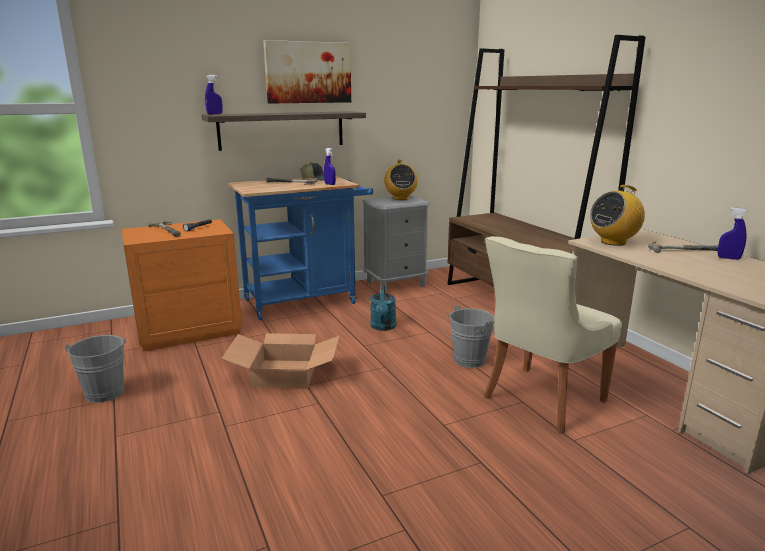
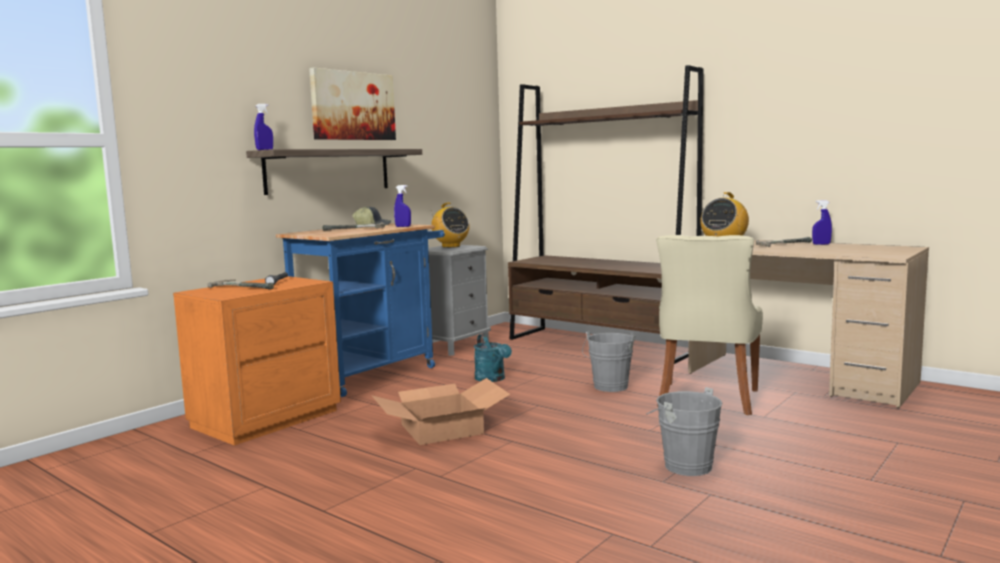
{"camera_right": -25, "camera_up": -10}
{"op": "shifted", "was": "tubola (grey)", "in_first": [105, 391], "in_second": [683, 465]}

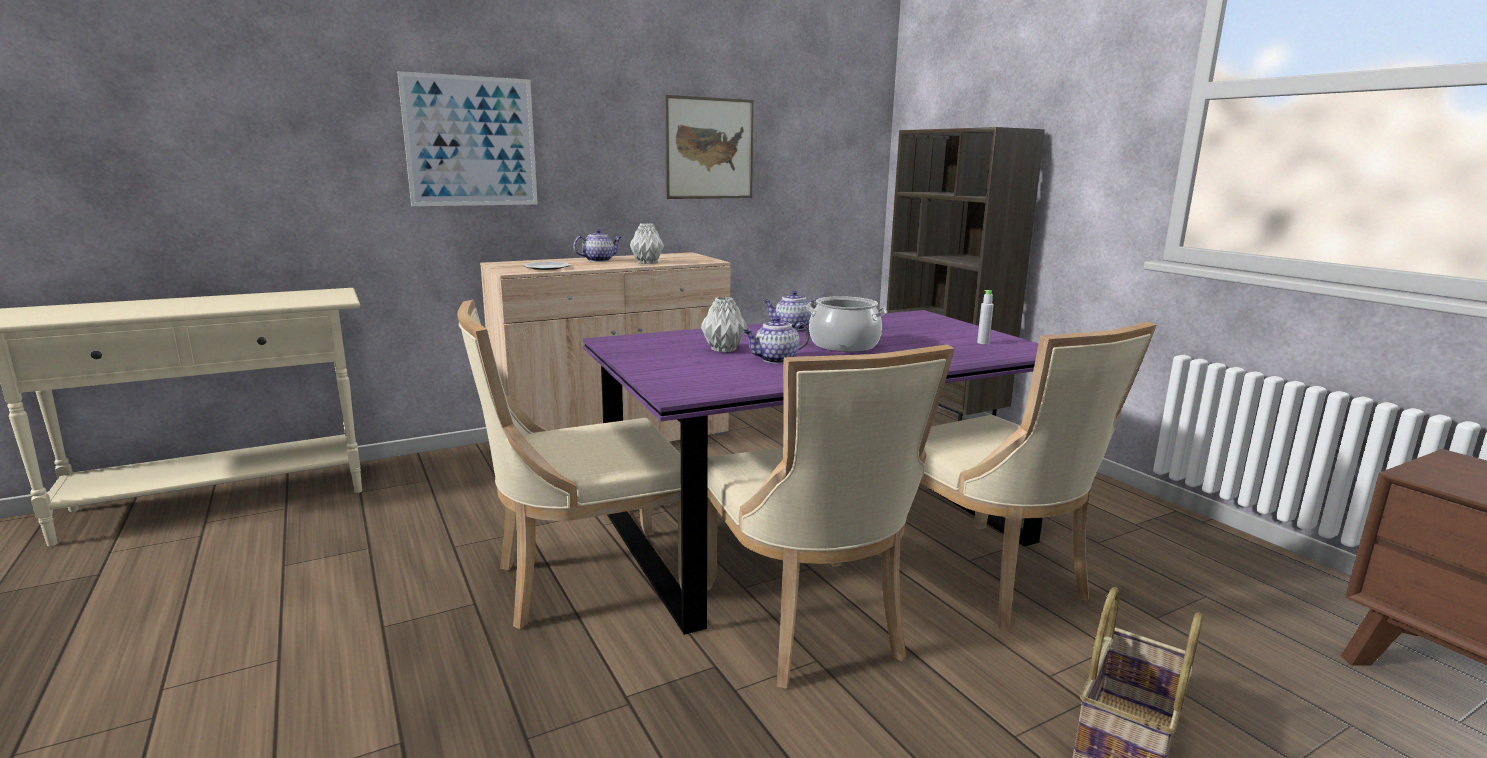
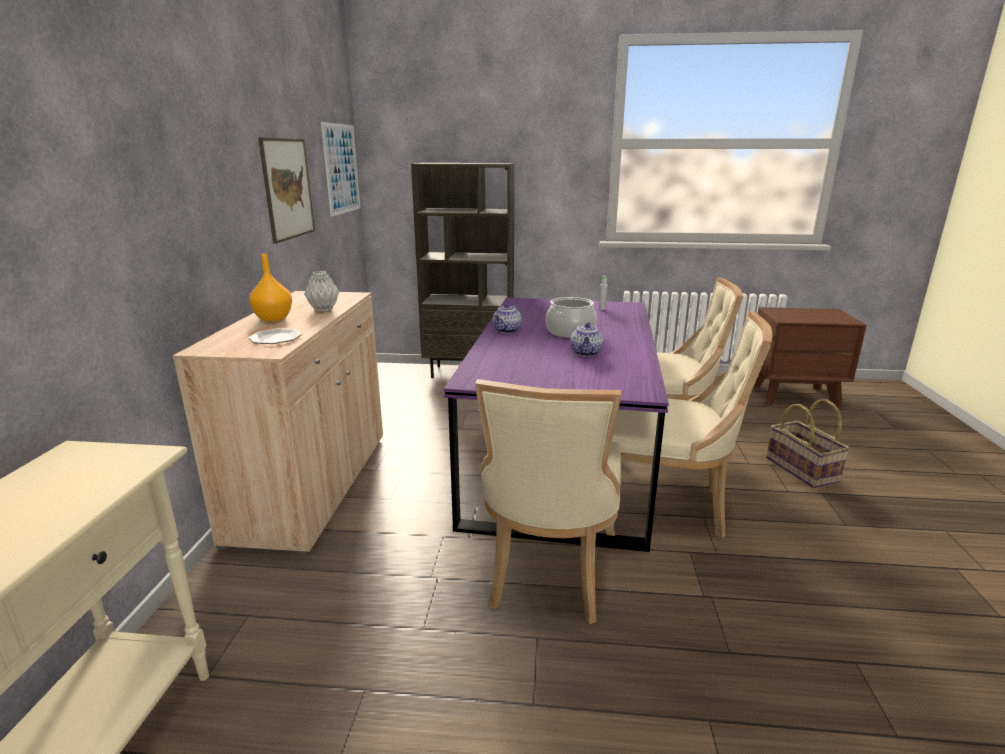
{"camera_right": -55, "camera_up": 5}
{"op": "shifted", "was": "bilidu", "in_first": [471, 141], "in_second": [341, 169]}
{"op": "swapped", "was": "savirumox", "now": "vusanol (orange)", "in_first": [599, 260], "in_second": [273, 318]}
{"op": "gone", "was": "vusanol (grey)", "in_first": [723, 349]}

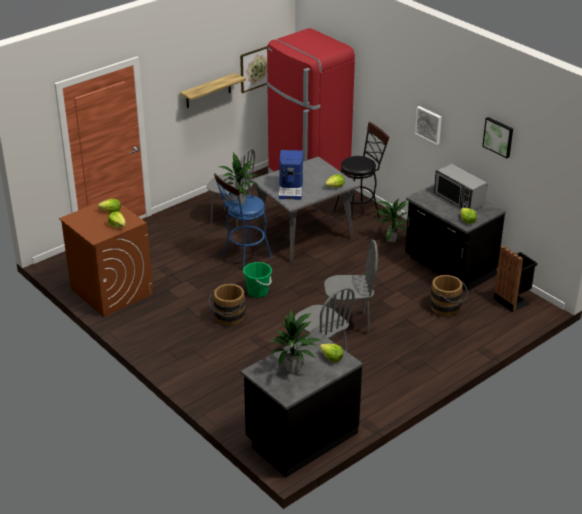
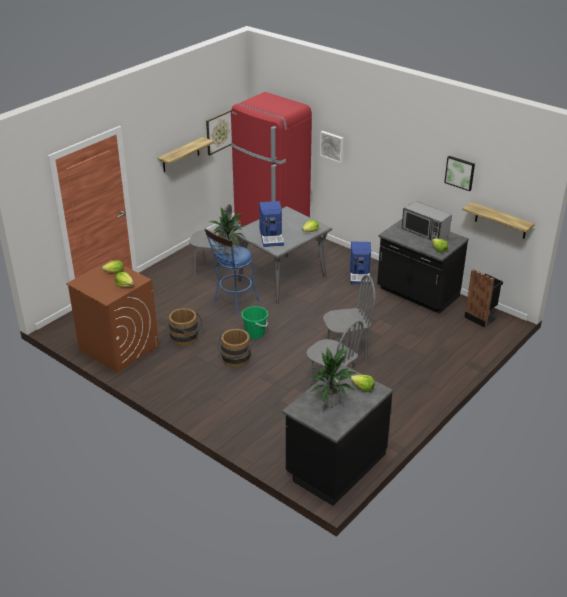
{"camera_right": -10, "camera_up": 0}
{"op": "shifted", "was": "bilidu", "in_first": [429, 124], "in_second": [332, 146]}
{"op": "gone", "was": "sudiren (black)", "in_first": [359, 213]}
{"op": "swapped", "was": "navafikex", "now": "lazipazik", "in_first": [392, 240], "in_second": [360, 275]}
{"op": "shifted", "was": "tubola (brown)", "in_first": [447, 308], "in_second": [187, 338]}
{"op": "new", "now": "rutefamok", "in_second": [500, 221]}

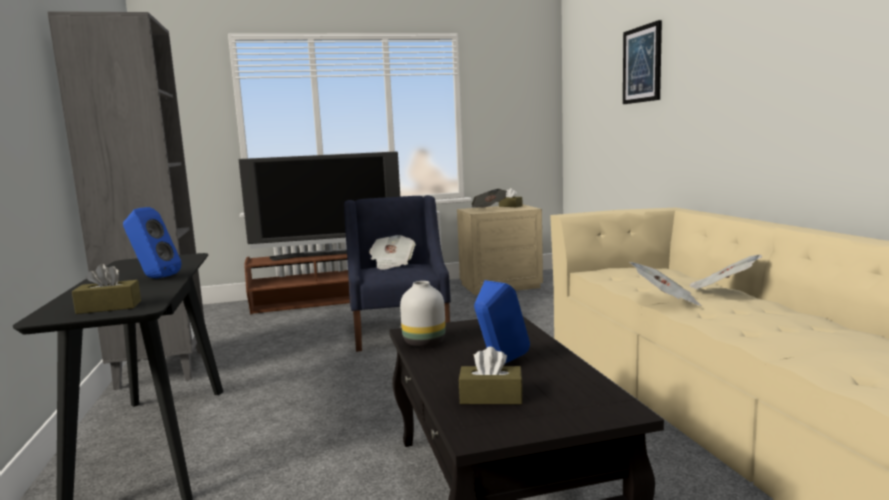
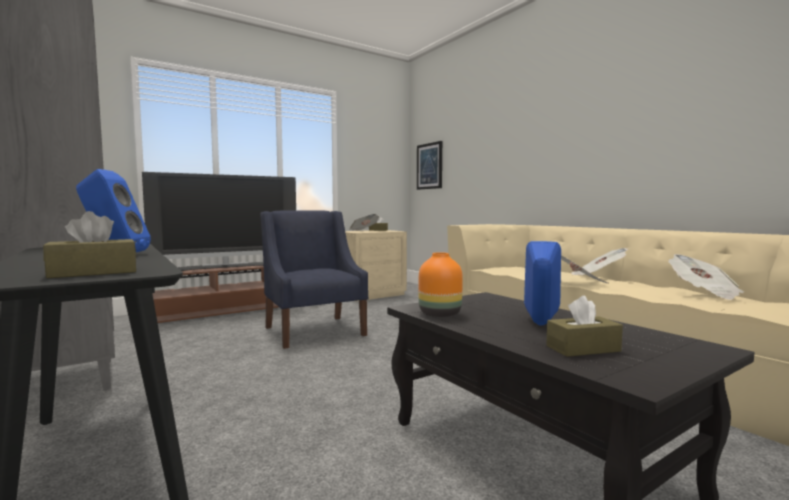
{"camera_right": -20, "camera_up": -5}
{"op": "shifted", "was": "bilidu", "in_first": [642, 64], "in_second": [429, 166]}
{"op": "shifted", "was": "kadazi", "in_first": [392, 264], "in_second": [704, 293]}
{"op": "repainted", "was": "vusanol (white)", "now": "vusanol (orange)", "in_first": [425, 342], "in_second": [440, 314]}

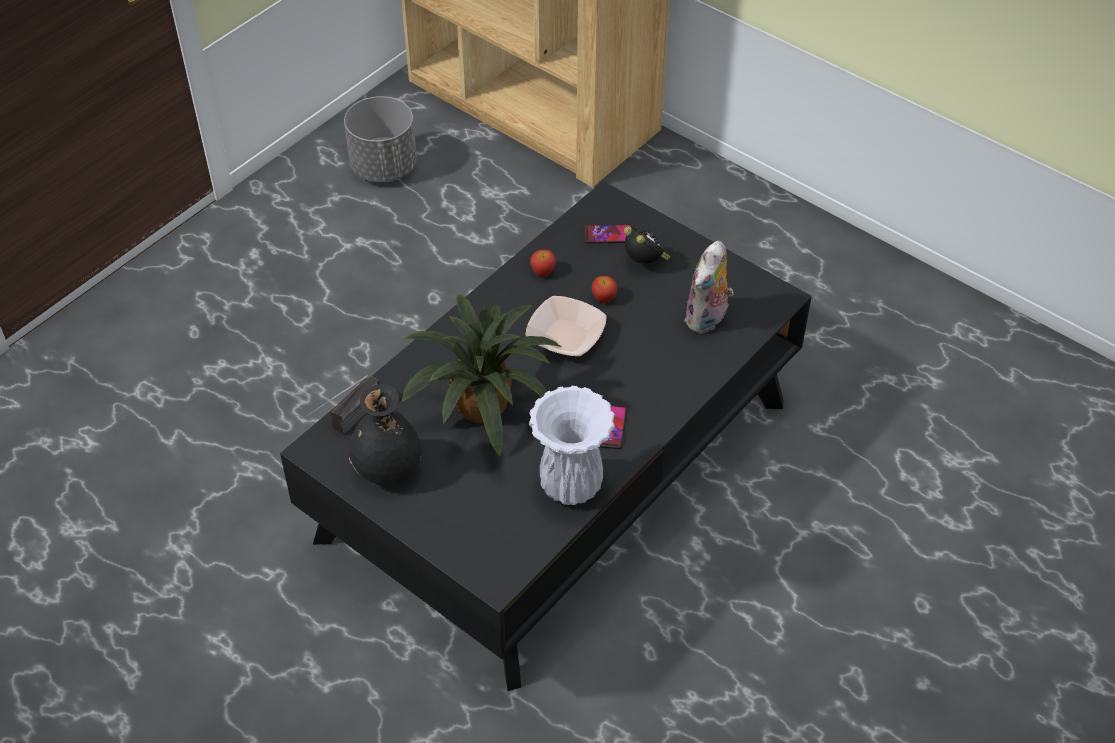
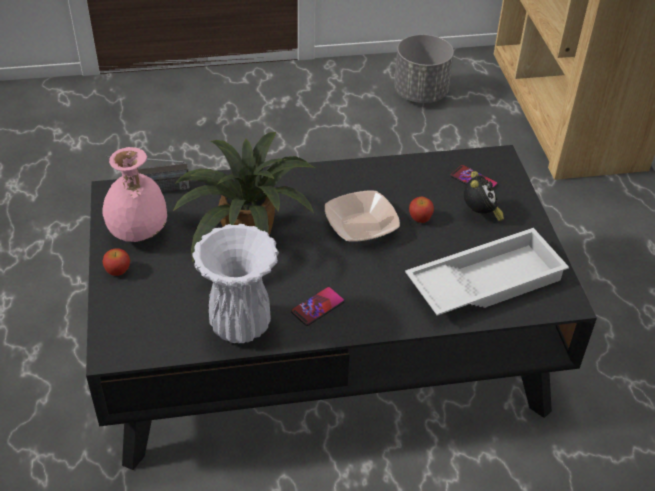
{"camera_right": 40, "camera_up": -5}
{"op": "swapped", "was": "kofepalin", "now": "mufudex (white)", "in_first": [707, 319], "in_second": [484, 281]}
{"op": "shifted", "was": "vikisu", "in_first": [543, 271], "in_second": [118, 271]}
{"op": "repainted", "was": "vusanol (black)", "now": "vusanol (pink)", "in_first": [387, 470], "in_second": [138, 233]}

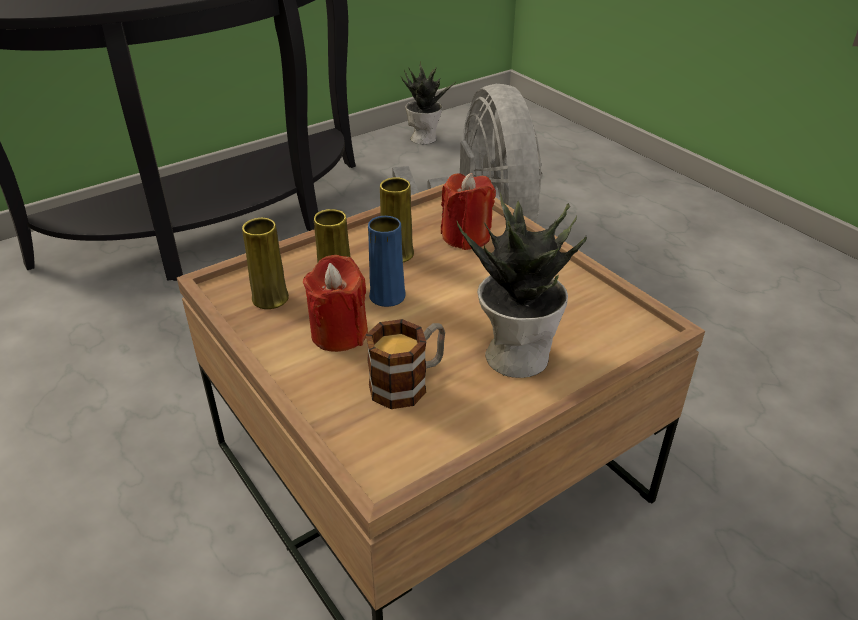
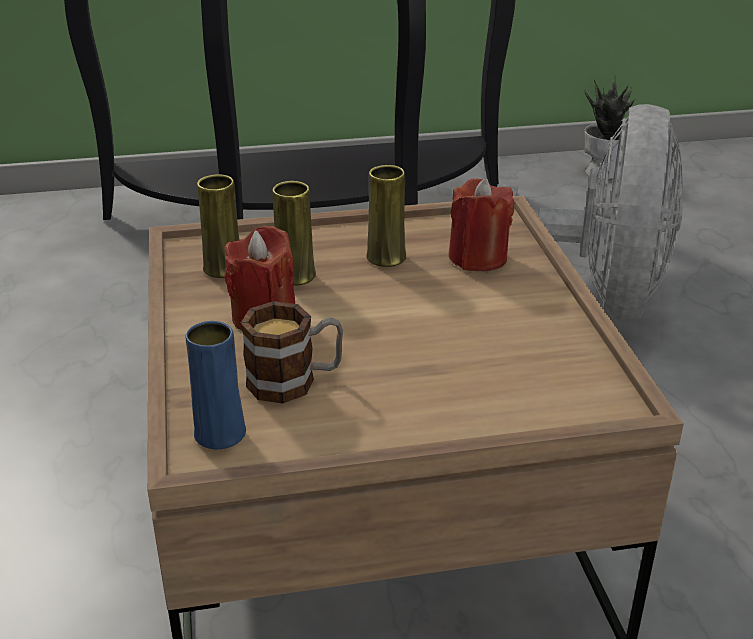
{"camera_right": 25, "camera_up": -5}
{"op": "gone", "was": "navafikex", "in_first": [516, 354]}
{"op": "shifted", "was": "vusanol (blue)", "in_first": [387, 296], "in_second": [220, 433]}

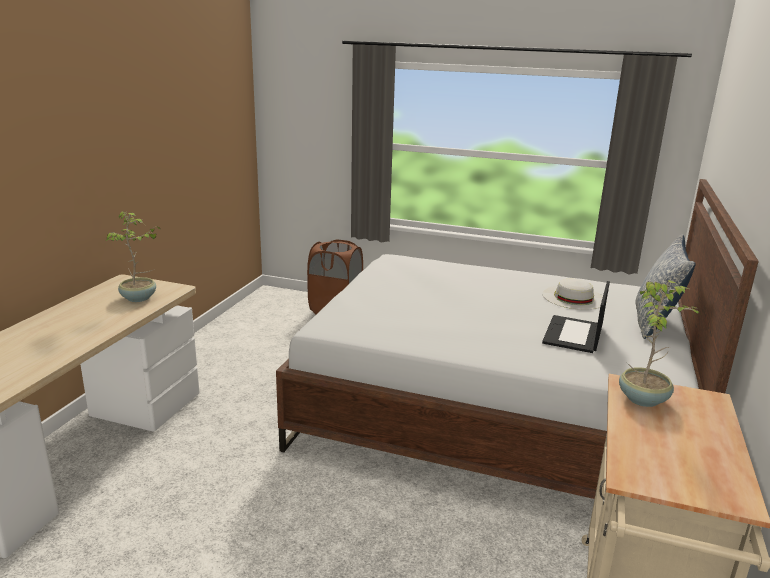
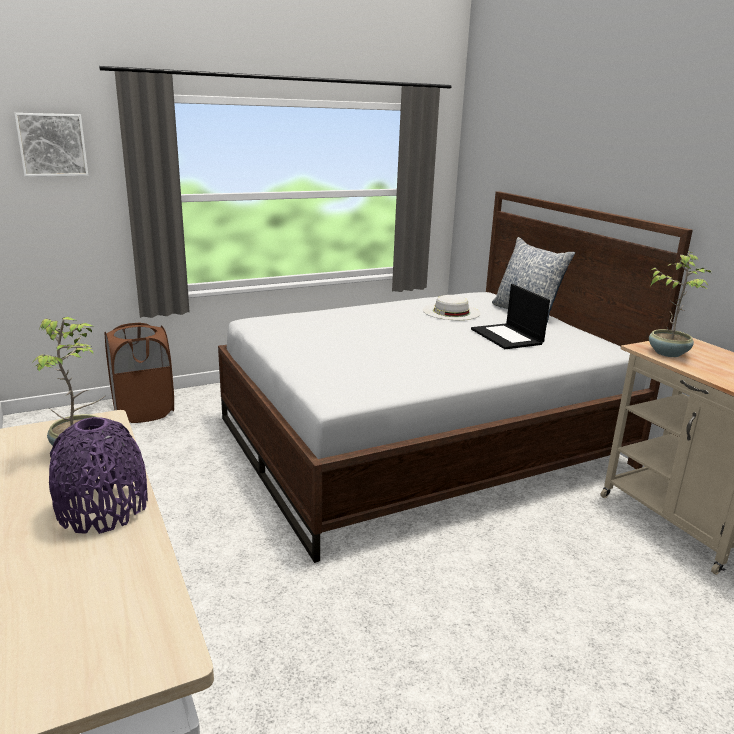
{"camera_right": -45, "camera_up": 0}
{"op": "new", "now": "bilidu", "in_second": [52, 145]}
{"op": "new", "now": "vusanol (purple)", "in_second": [102, 508]}

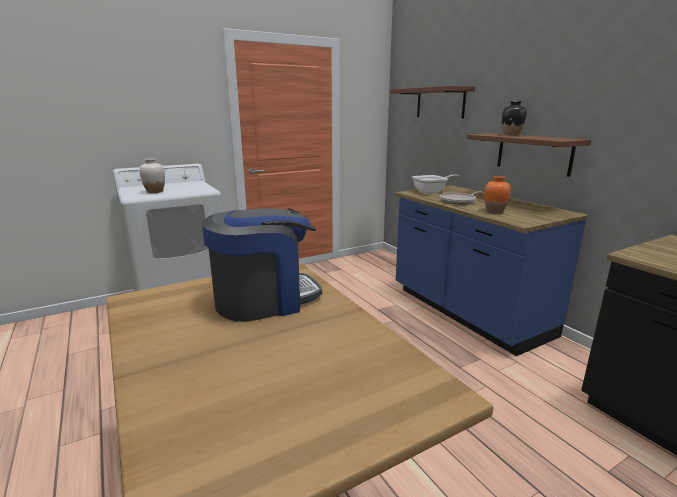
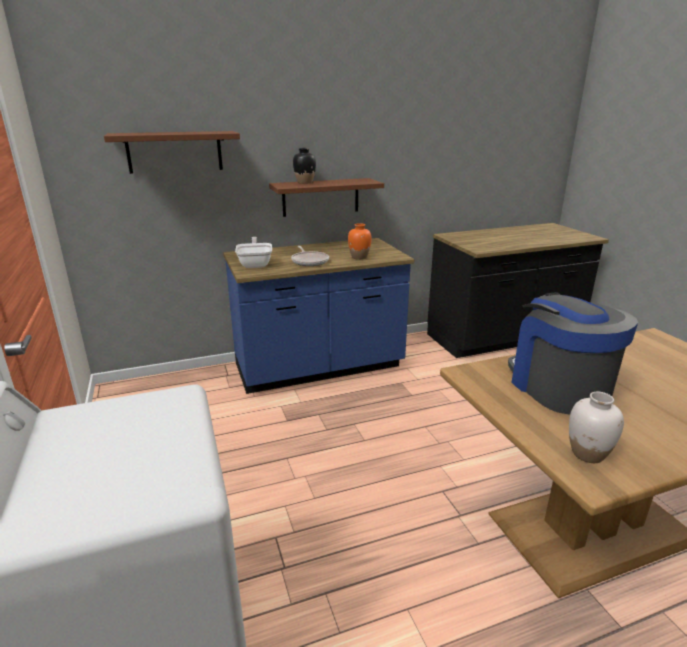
{"camera_right": -80, "camera_up": 5}
{"op": "shifted", "was": "vusanol (white)", "in_first": [155, 192], "in_second": [588, 454]}

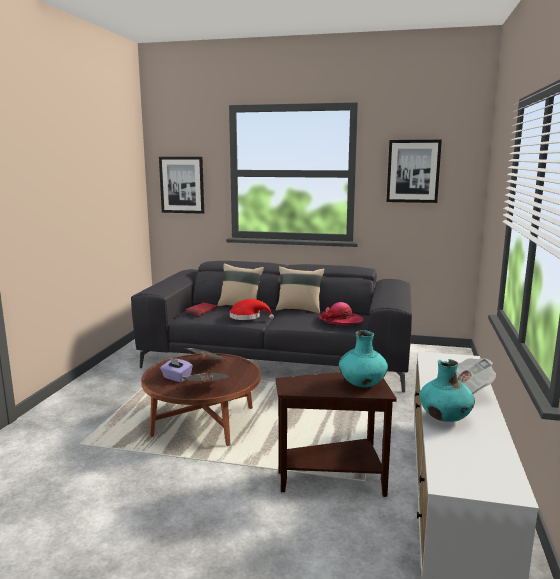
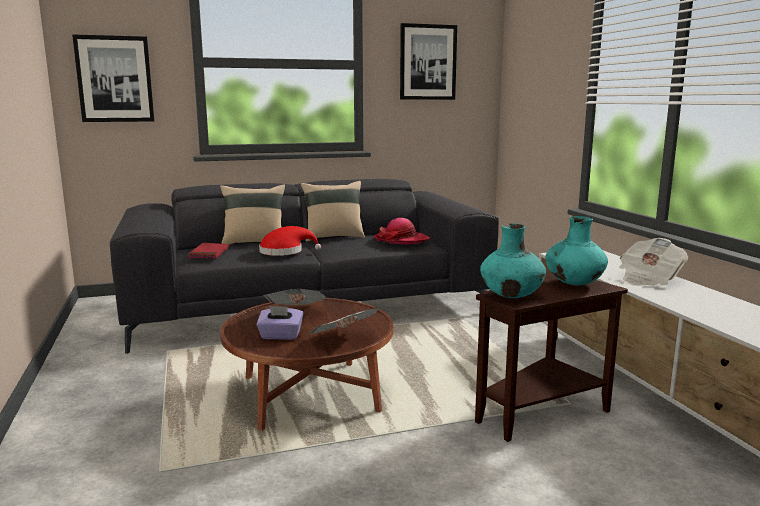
{"camera_right": -30, "camera_up": 0}
{"op": "shifted", "was": "vusanol (turquoise)", "in_first": [445, 418], "in_second": [511, 296]}

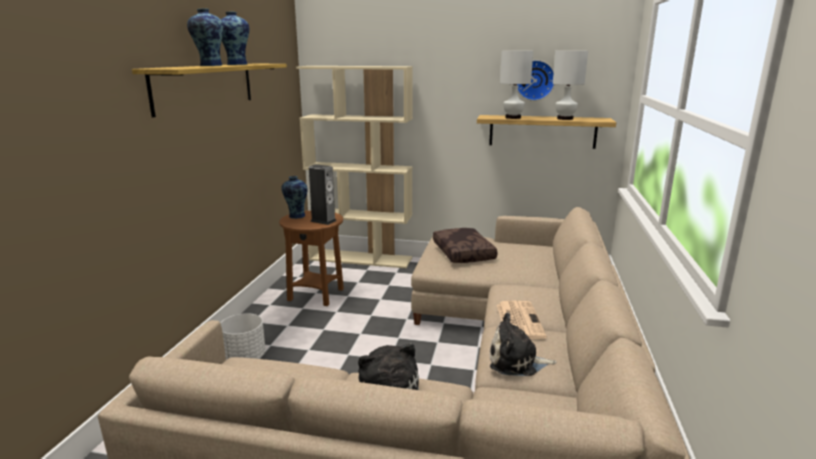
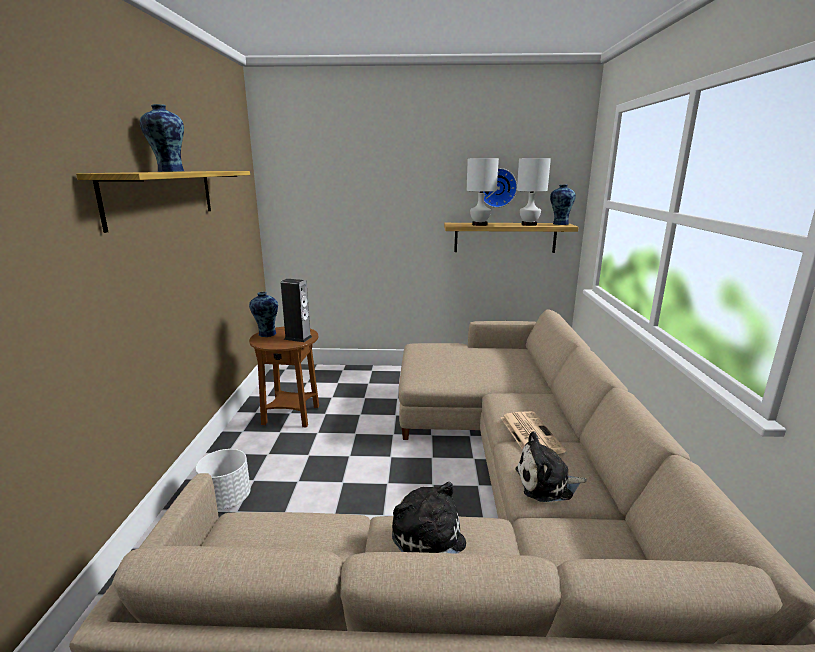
{"camera_right": -10, "camera_up": 0}
{"op": "shifted", "was": "vusanol", "in_first": [236, 64], "in_second": [559, 224]}
{"op": "gone", "was": "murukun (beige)", "in_first": [361, 258]}
{"op": "gone", "was": "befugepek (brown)", "in_first": [464, 253]}

